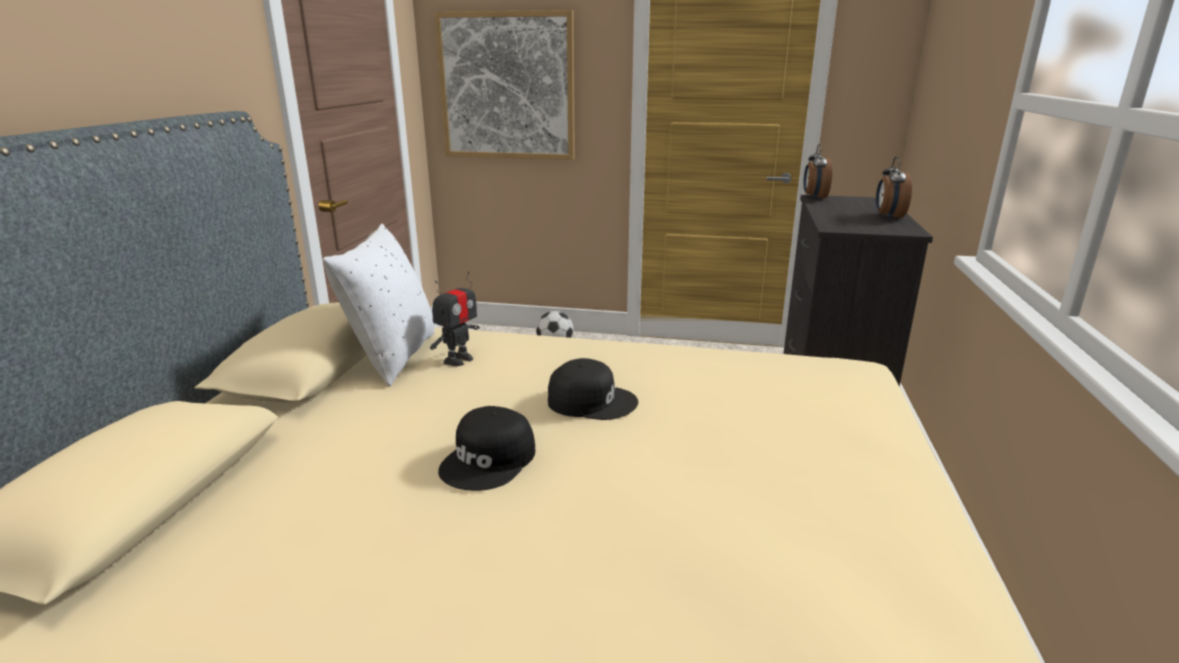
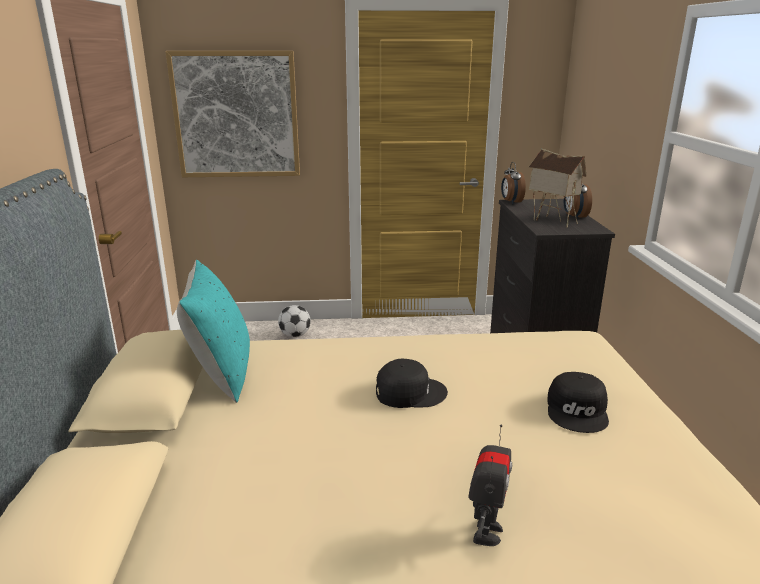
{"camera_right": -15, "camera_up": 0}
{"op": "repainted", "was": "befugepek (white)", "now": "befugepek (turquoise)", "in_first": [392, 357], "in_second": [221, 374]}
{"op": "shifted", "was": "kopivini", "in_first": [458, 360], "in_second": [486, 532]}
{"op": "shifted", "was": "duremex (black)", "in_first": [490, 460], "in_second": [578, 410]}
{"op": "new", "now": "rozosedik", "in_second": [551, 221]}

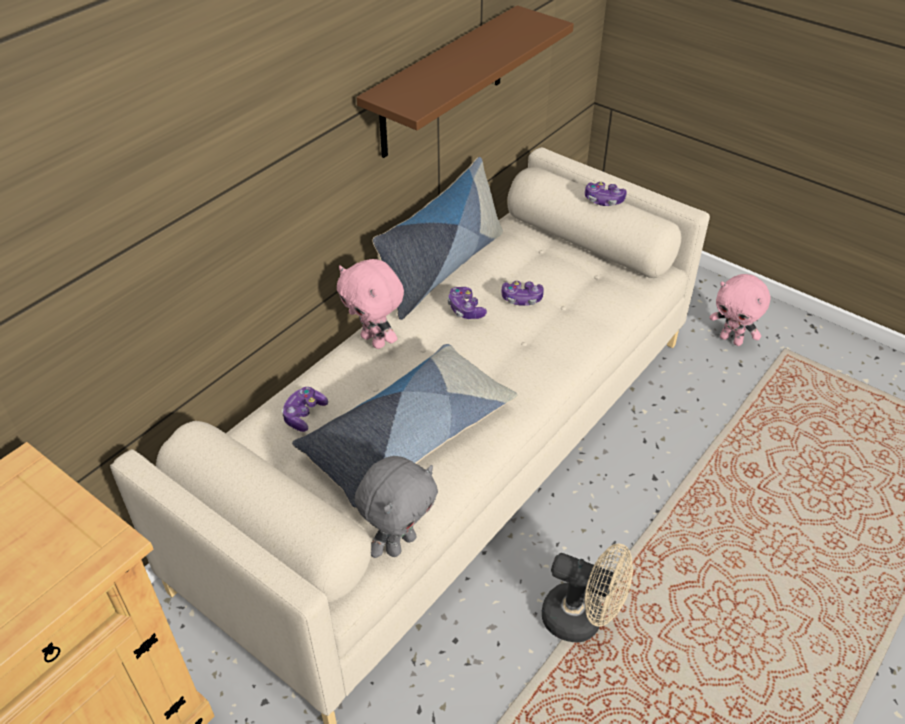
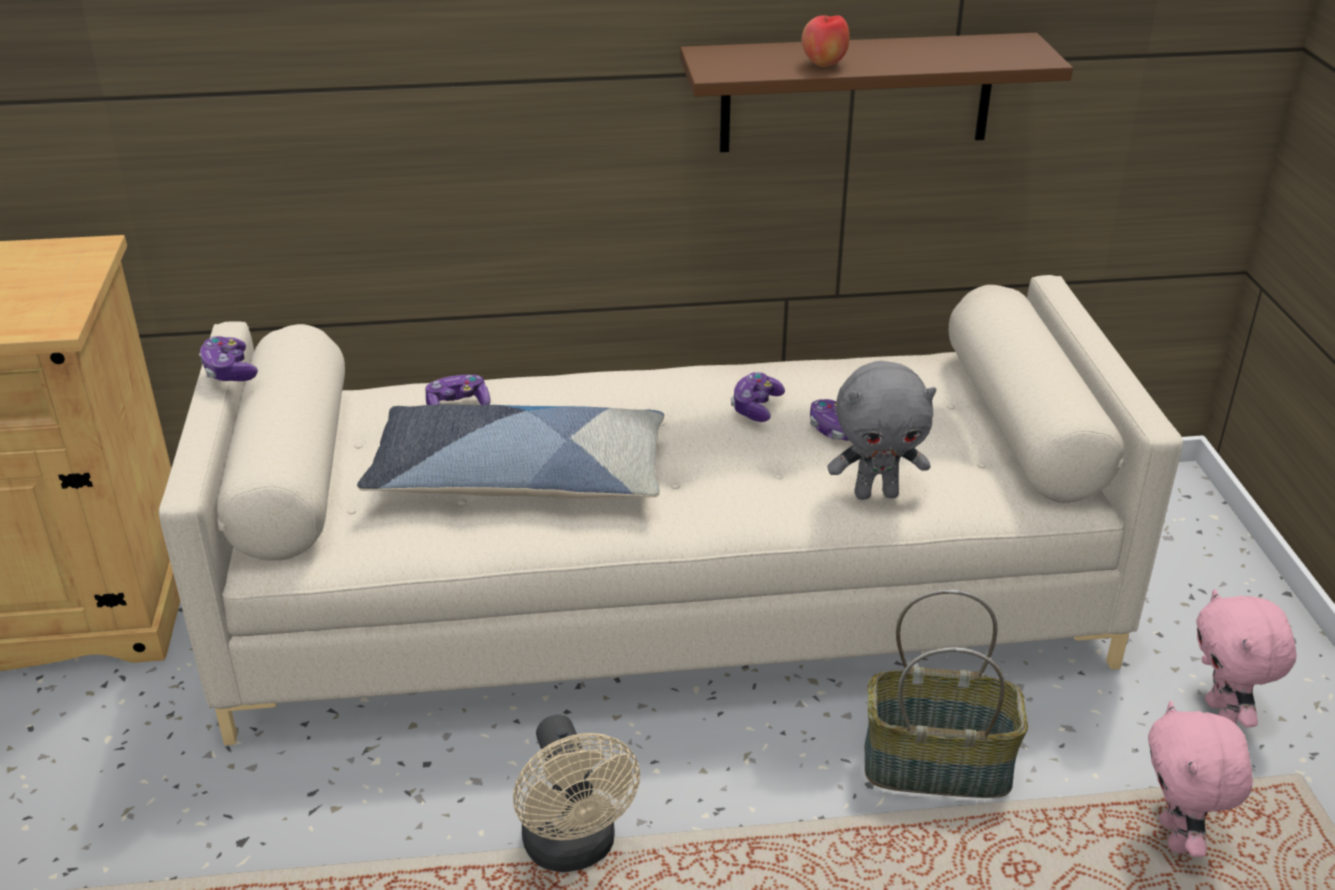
{"camera_right": 45, "camera_up": -10}
{"op": "gone", "was": "befugepek", "in_first": [441, 269]}
{"op": "shifted", "was": "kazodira", "in_first": [603, 200], "in_second": [229, 371]}
{"op": "shifted", "was": "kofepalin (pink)", "in_first": [375, 340], "in_second": [1177, 837]}
{"op": "shifted", "was": "kofepalin (grey)", "in_first": [399, 543], "in_second": [876, 493]}
{"op": "new", "now": "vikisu", "in_second": [823, 65]}
{"op": "new", "now": "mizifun", "in_second": [938, 764]}

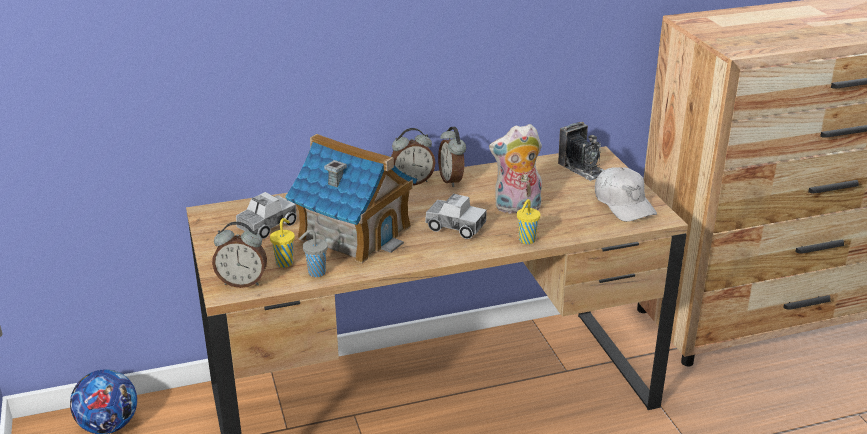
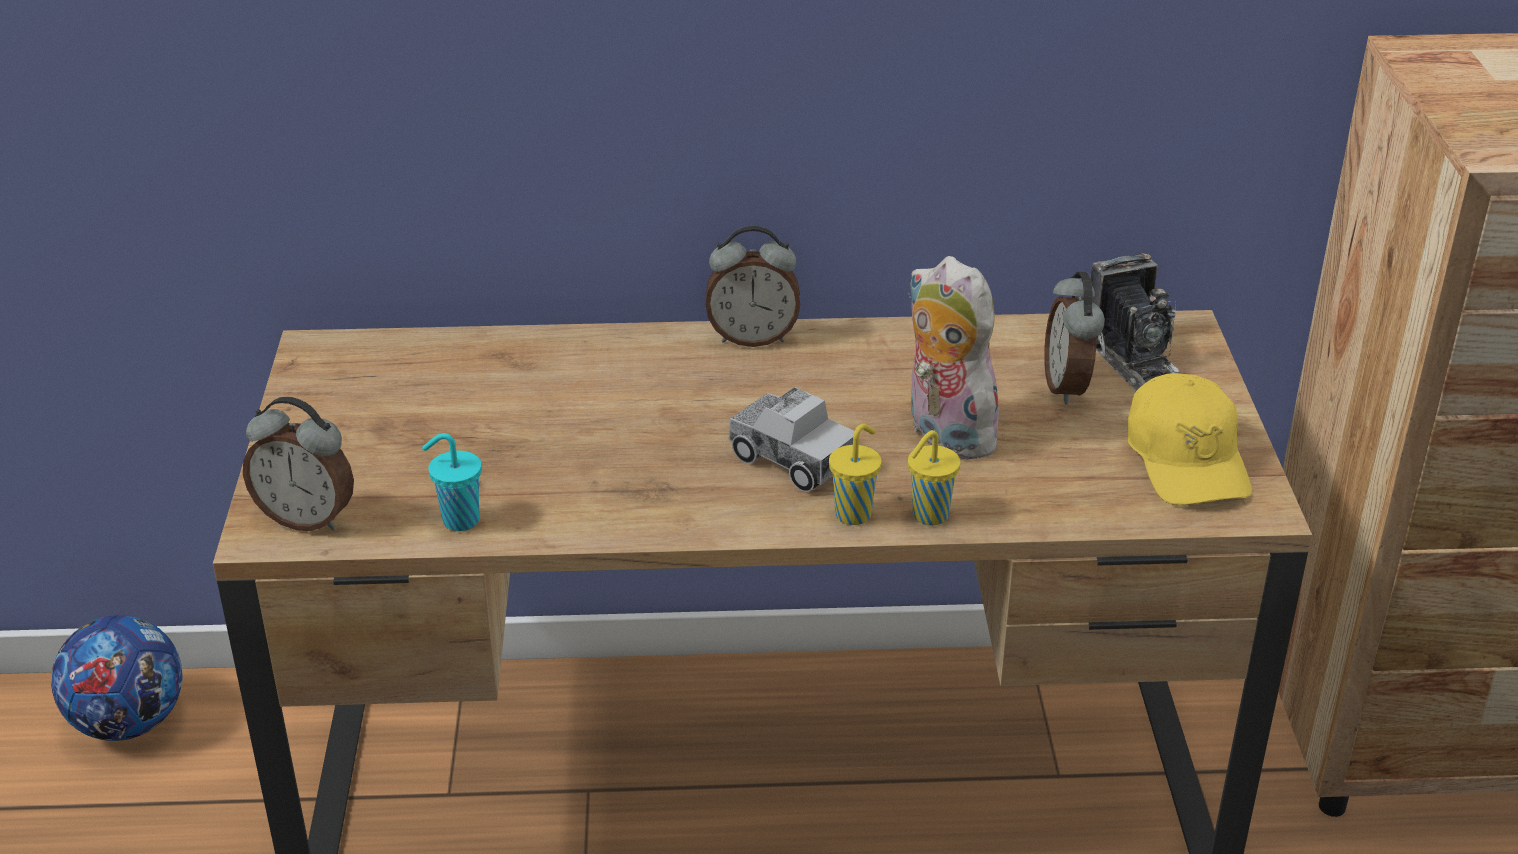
{"camera_right": 15, "camera_up": 5}
{"op": "rotated", "was": "kofepalin", "in_first": [516, 208], "in_second": [943, 434], "clockwise": 45}
{"op": "shifted", "was": "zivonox", "in_first": [452, 180], "in_second": [1068, 387]}
{"op": "gone", "was": "rozosedik", "in_first": [354, 232]}
{"op": "repainted", "was": "duremex (white)", "now": "duremex (yellow)", "in_first": [623, 204], "in_second": [1186, 459]}
{"op": "gone", "was": "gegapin", "in_first": [267, 226]}
{"op": "shifted", "was": "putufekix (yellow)", "in_first": [285, 262], "in_second": [854, 513]}
{"op": "repainted", "was": "putufekix (grey)", "now": "putufekix (turquoise)", "in_first": [315, 273], "in_second": [458, 520]}

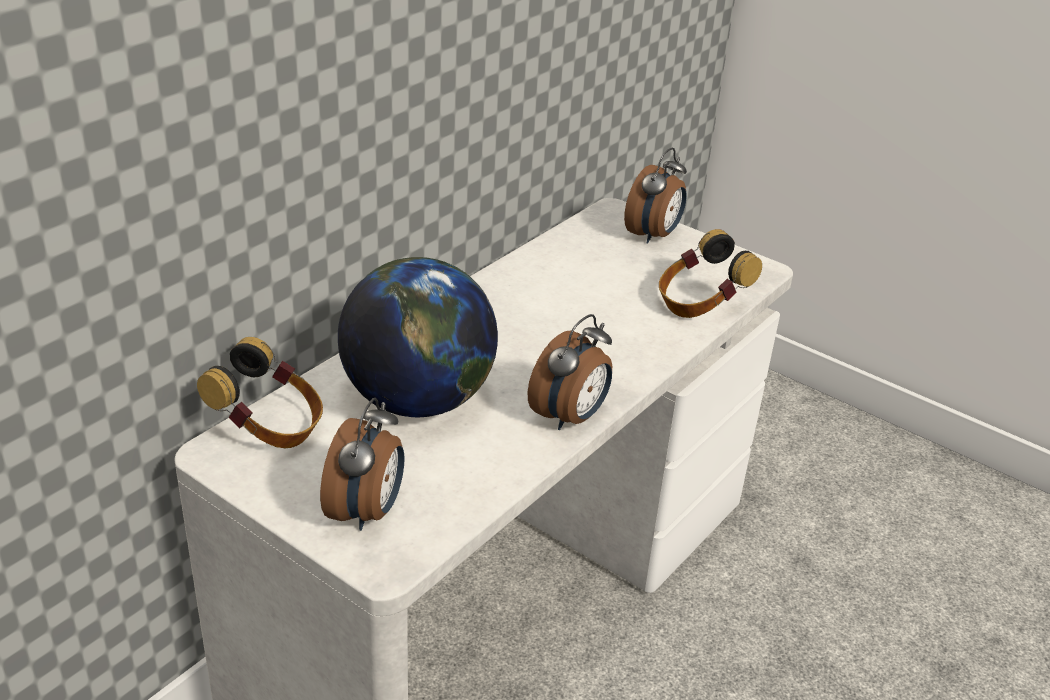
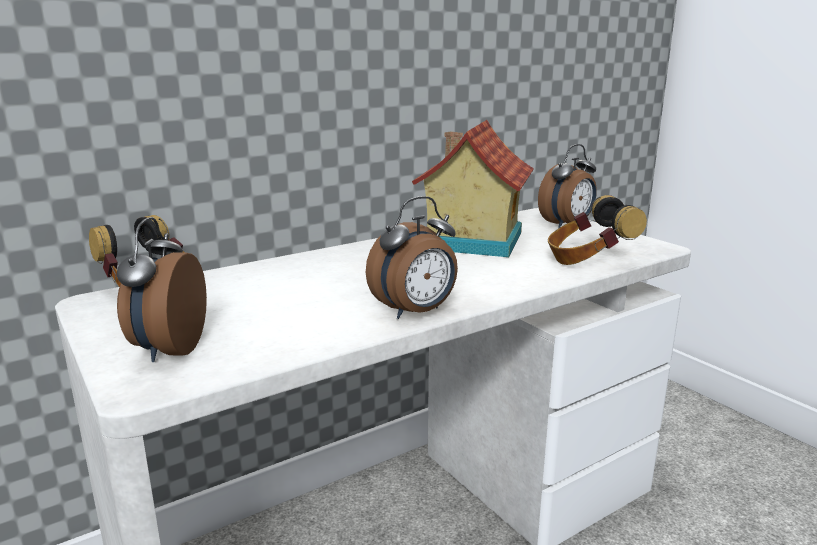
{"camera_right": 20, "camera_up": -15}
{"op": "gone", "was": "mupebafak", "in_first": [418, 401]}
{"op": "rotated", "was": "zivonox", "in_first": [367, 511], "in_second": [167, 350], "clockwise": 150}
{"op": "new", "now": "rozosedik", "in_second": [470, 240]}

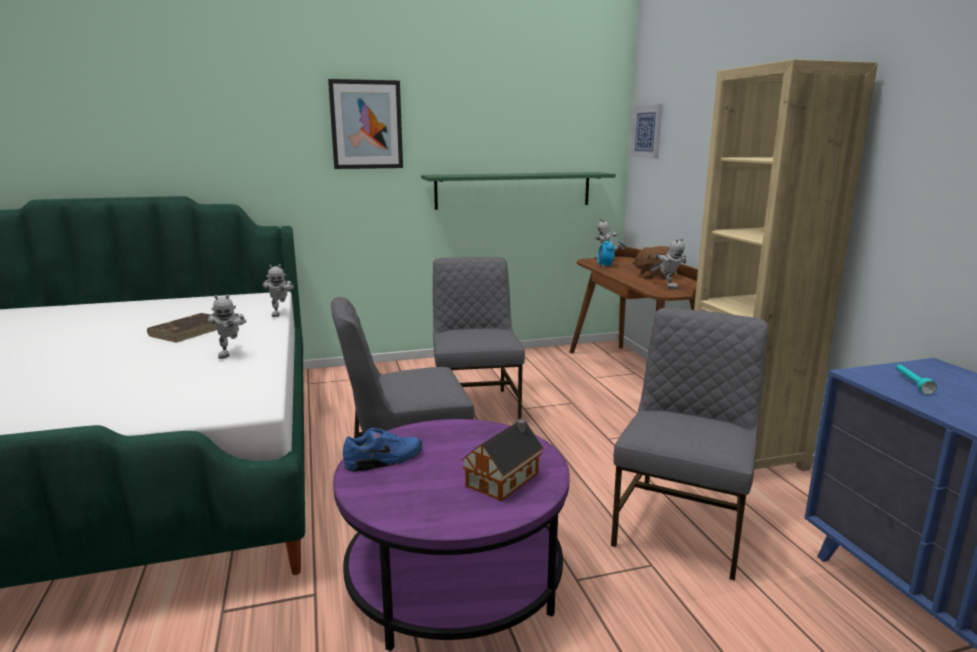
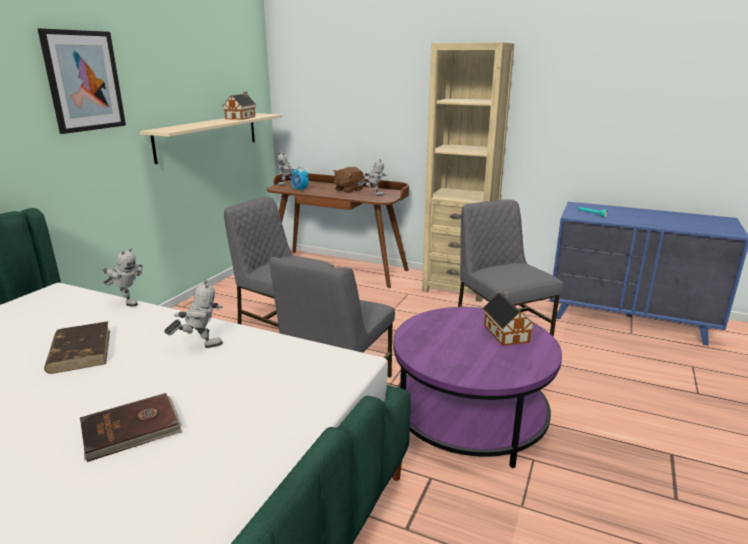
{"camera_right": -50, "camera_up": 5}
{"op": "gone", "was": "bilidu", "in_first": [647, 131]}
{"op": "repainted", "was": "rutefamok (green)", "now": "rutefamok (beige)", "in_first": [513, 190], "in_second": [208, 136]}
{"op": "rotated", "was": "kopivini", "in_first": [230, 353], "in_second": [200, 345], "clockwise": -45}
{"op": "gone", "was": "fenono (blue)", "in_first": [384, 461]}
{"op": "new", "now": "rozosedik", "in_second": [241, 118]}
{"op": "new", "now": "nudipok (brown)", "in_second": [132, 430]}

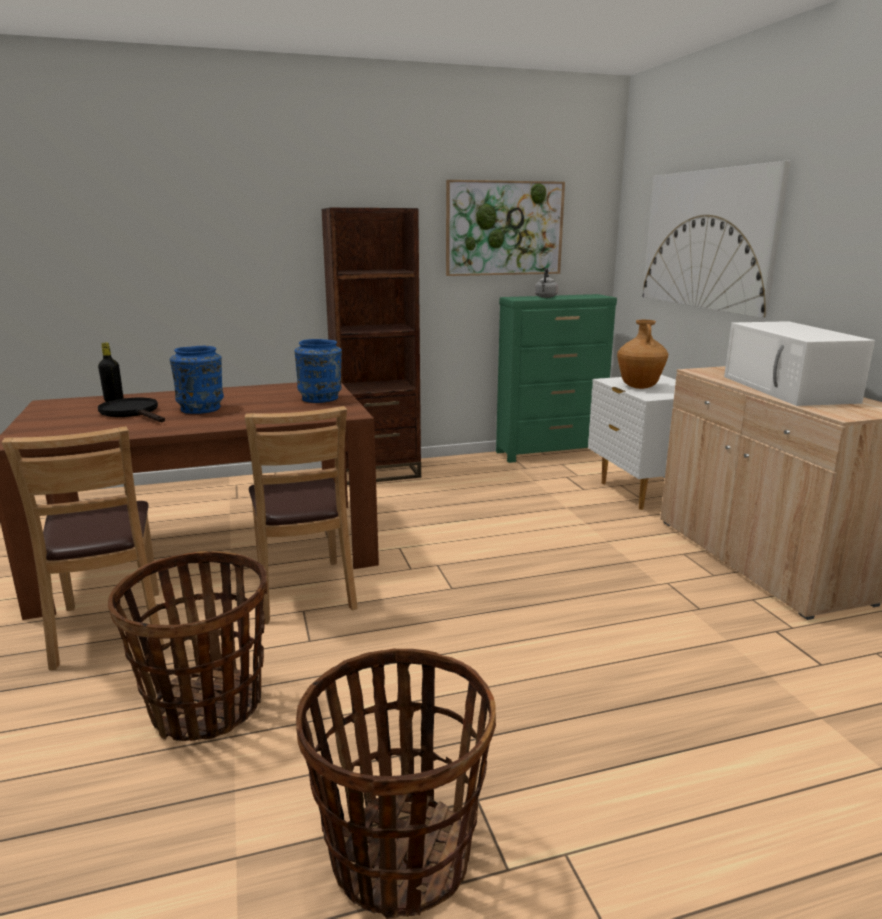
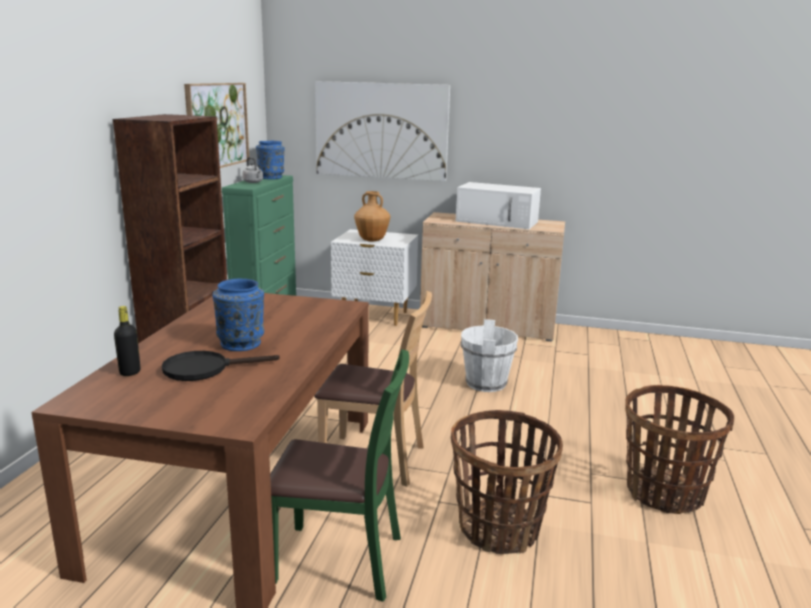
{"camera_right": -60, "camera_up": 0}
{"op": "shifted", "was": "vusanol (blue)", "in_first": [321, 398], "in_second": [271, 177]}
{"op": "repainted", "was": "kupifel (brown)", "now": "kupifel (green)", "in_first": [111, 628], "in_second": [340, 560]}
{"op": "new", "now": "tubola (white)", "in_second": [486, 383]}

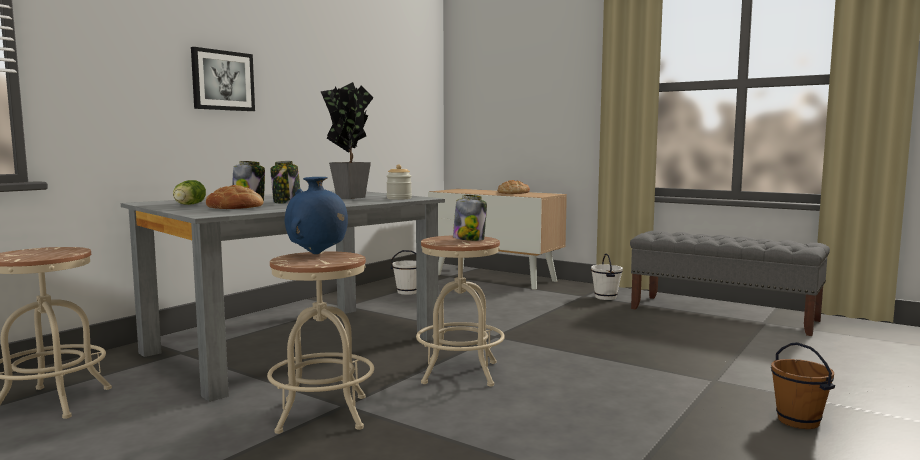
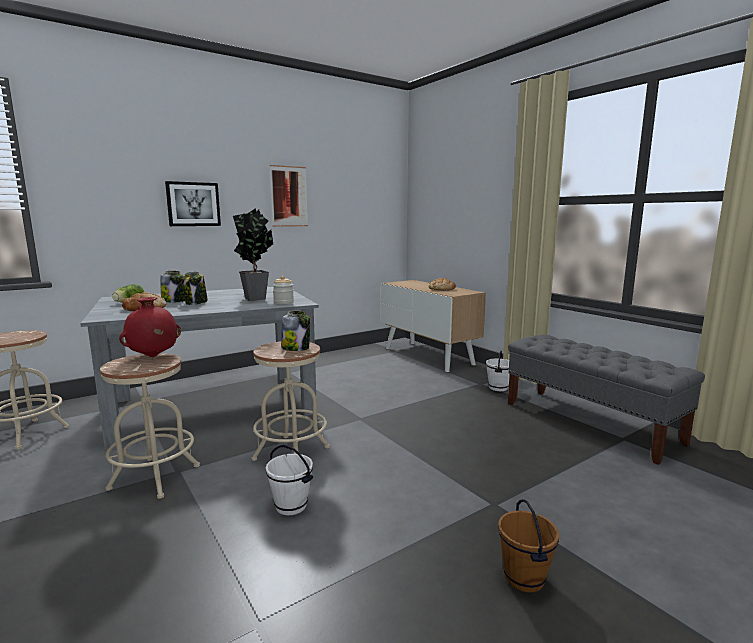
{"camera_right": 20, "camera_up": 5}
{"op": "repainted", "was": "vusanol (blue)", "now": "vusanol (red)", "in_first": [317, 254], "in_second": [153, 356]}
{"op": "shifted", "was": "tubola (white)", "in_first": [407, 292], "in_second": [291, 506]}
{"op": "new", "now": "bilidu", "in_second": [289, 196]}

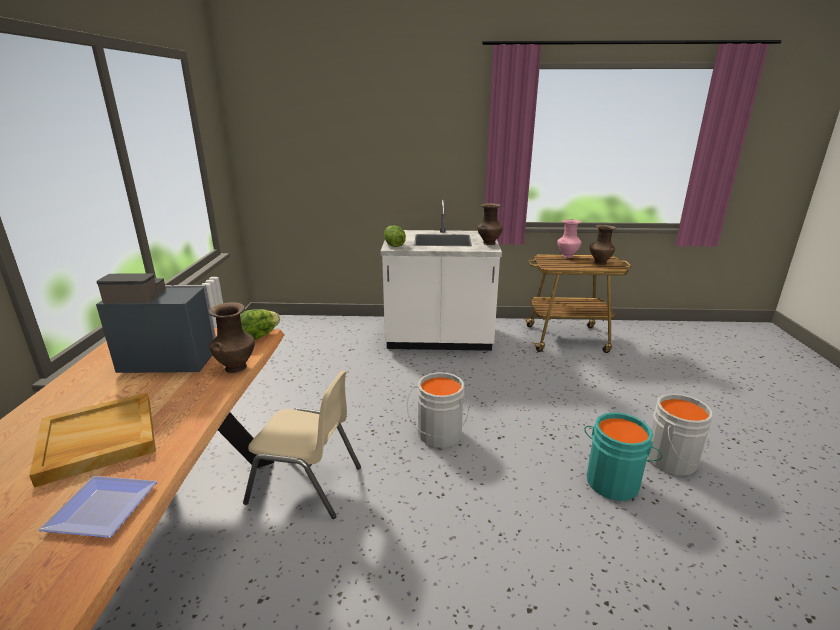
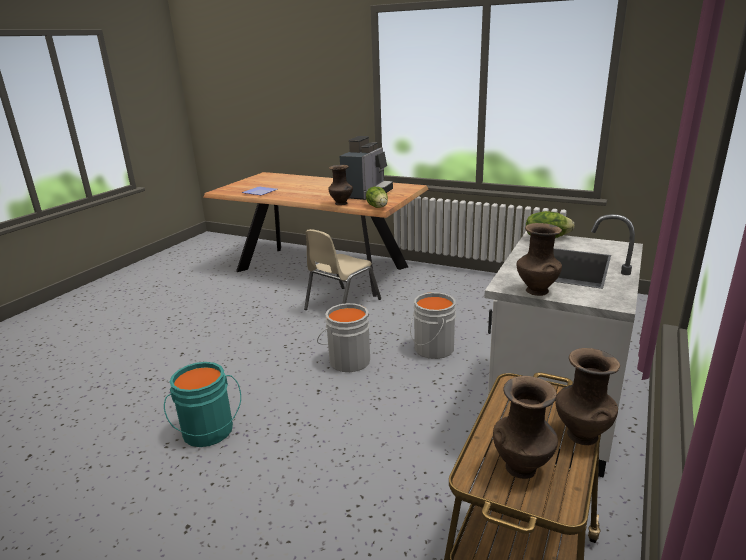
{"camera_right": 115, "camera_up": 0}
{"op": "repainted", "was": "vusanol (pink)", "now": "vusanol (brown)", "in_first": [567, 256], "in_second": [581, 434]}
{"op": "gone", "was": "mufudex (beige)", "in_first": [97, 440]}
{"op": "shifted", "was": "tubola (grey)", "in_first": [673, 461], "in_second": [432, 349]}

